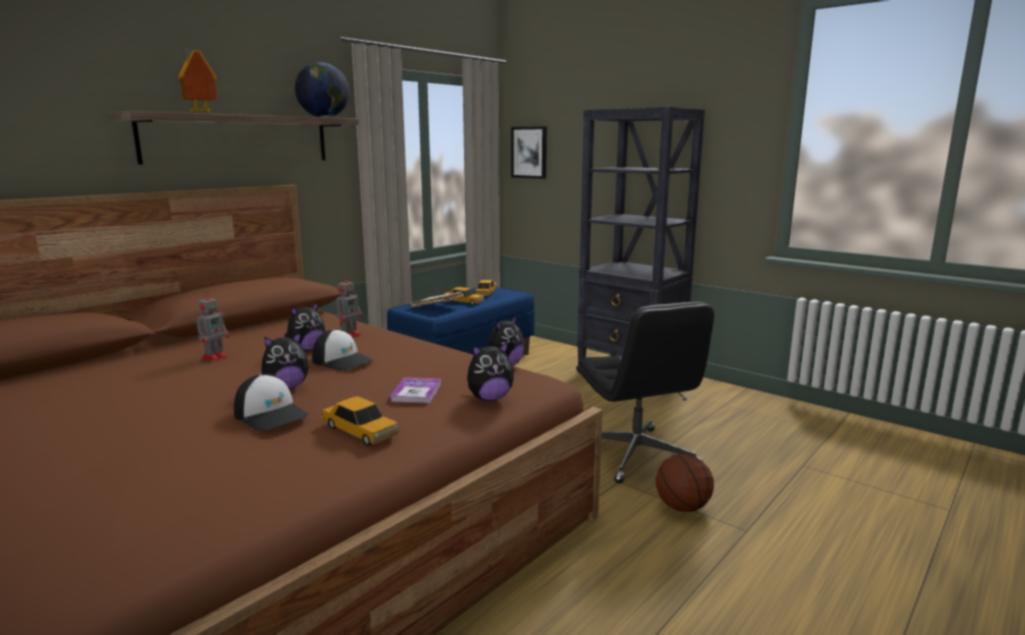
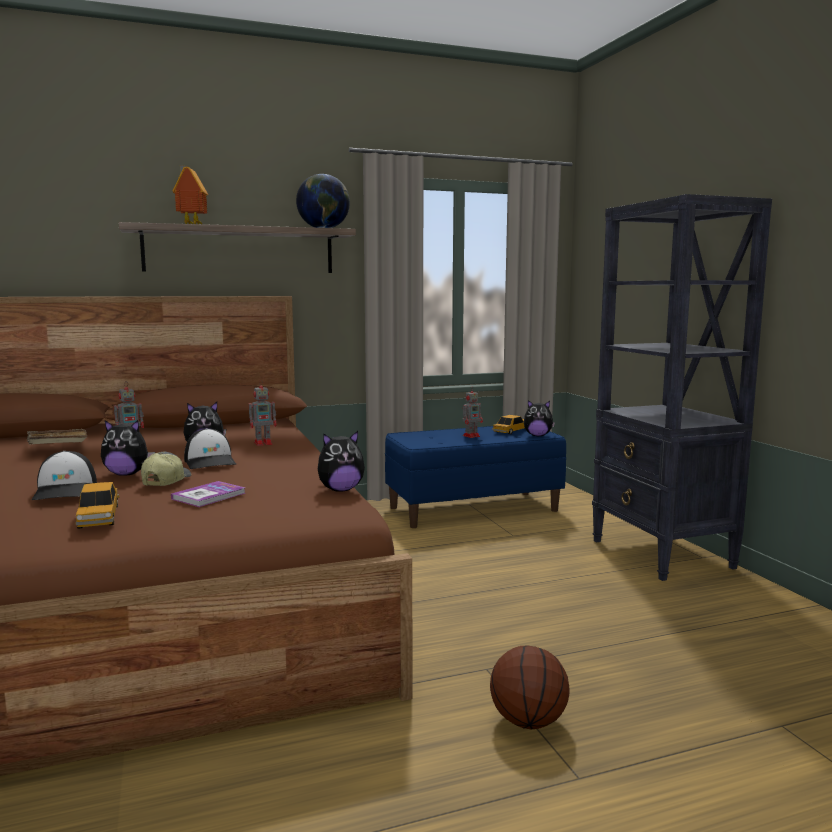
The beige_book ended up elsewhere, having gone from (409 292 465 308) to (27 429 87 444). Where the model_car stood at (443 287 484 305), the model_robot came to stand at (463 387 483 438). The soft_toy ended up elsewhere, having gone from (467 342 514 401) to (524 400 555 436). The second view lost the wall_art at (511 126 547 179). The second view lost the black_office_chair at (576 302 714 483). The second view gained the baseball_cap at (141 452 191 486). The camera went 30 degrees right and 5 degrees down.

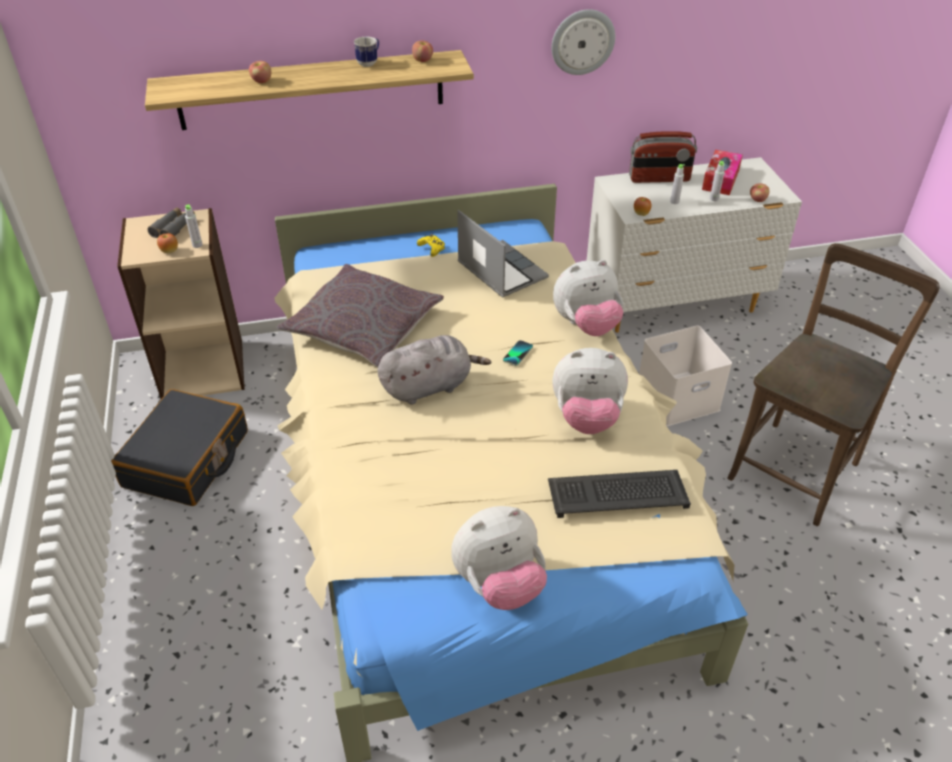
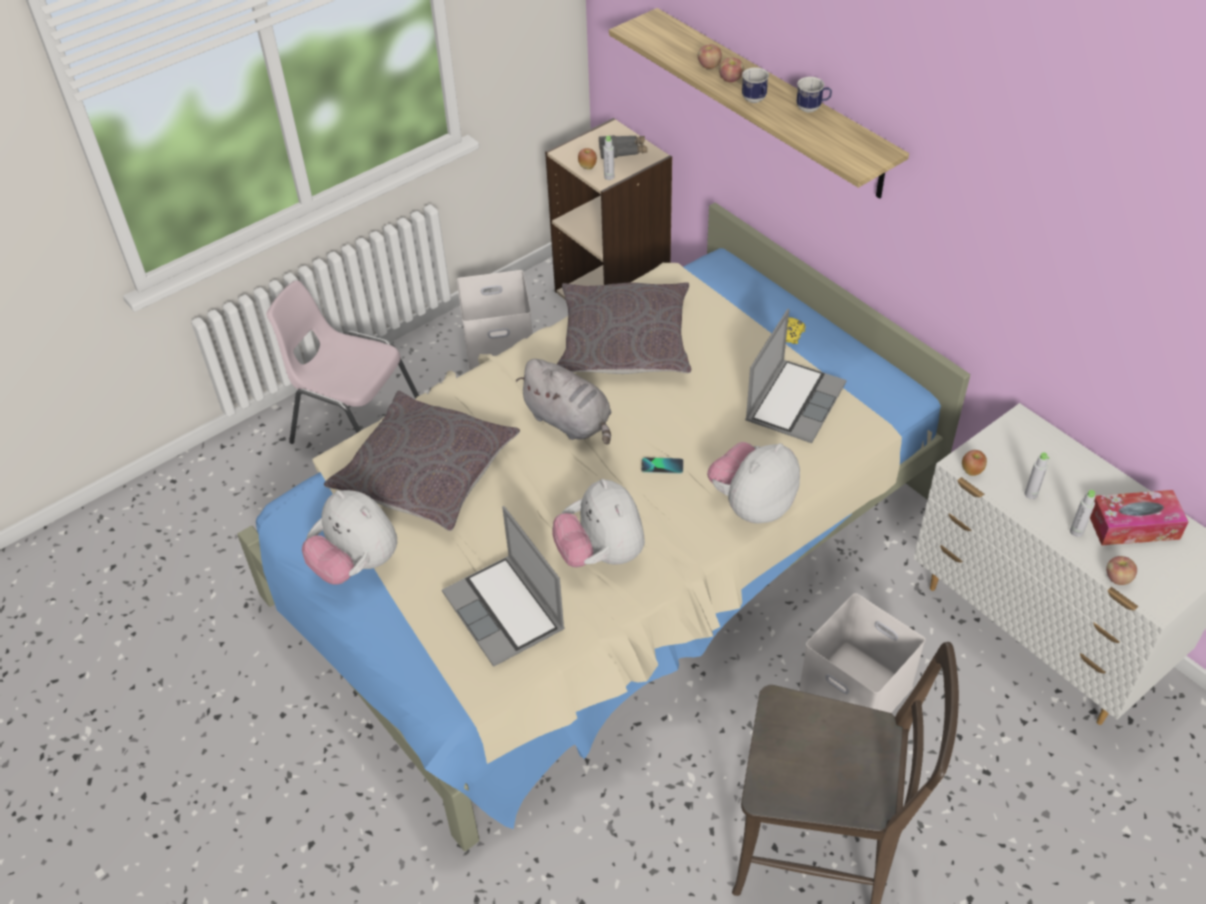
Where the black_travel_case stood at (111 389 248 506), the white-coloured_storage_bin came to stand at (457 270 533 371). The apple_fruit ended up elsewhere, having gone from (412 40 433 62) to (719 57 744 82). Where the computer_keyboard stood at (548 470 691 518), the notebook_computer came to stand at (442 506 565 667). The second view lost the wall_clock at (551 9 615 75). The soft_toy at (553 260 624 336) ended up facing another way, 90 degrees clockwise from before. The second view lost the radio_set at (629 131 697 183). The second view gained the pink-coloured_upright_chair at (267 280 419 444). The second view gained the gray_throw_pillow at (324 391 520 531). The second view gained the mug at (742 68 769 103). The camera went 65 degrees right and 5 degrees up.

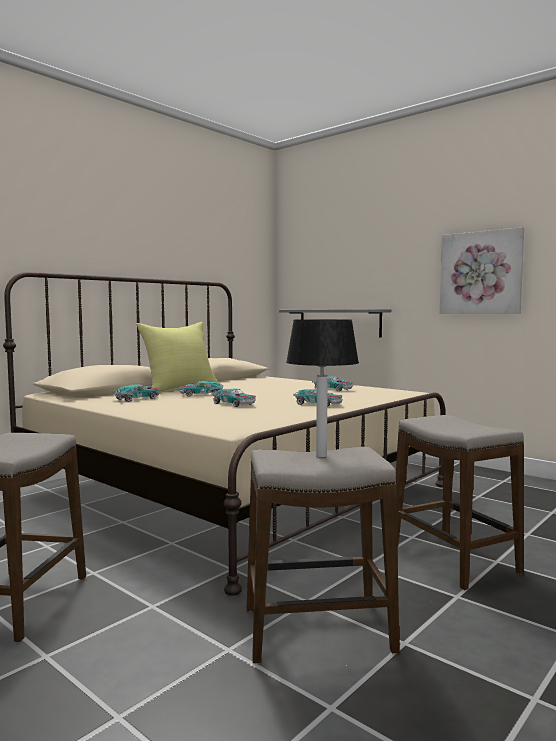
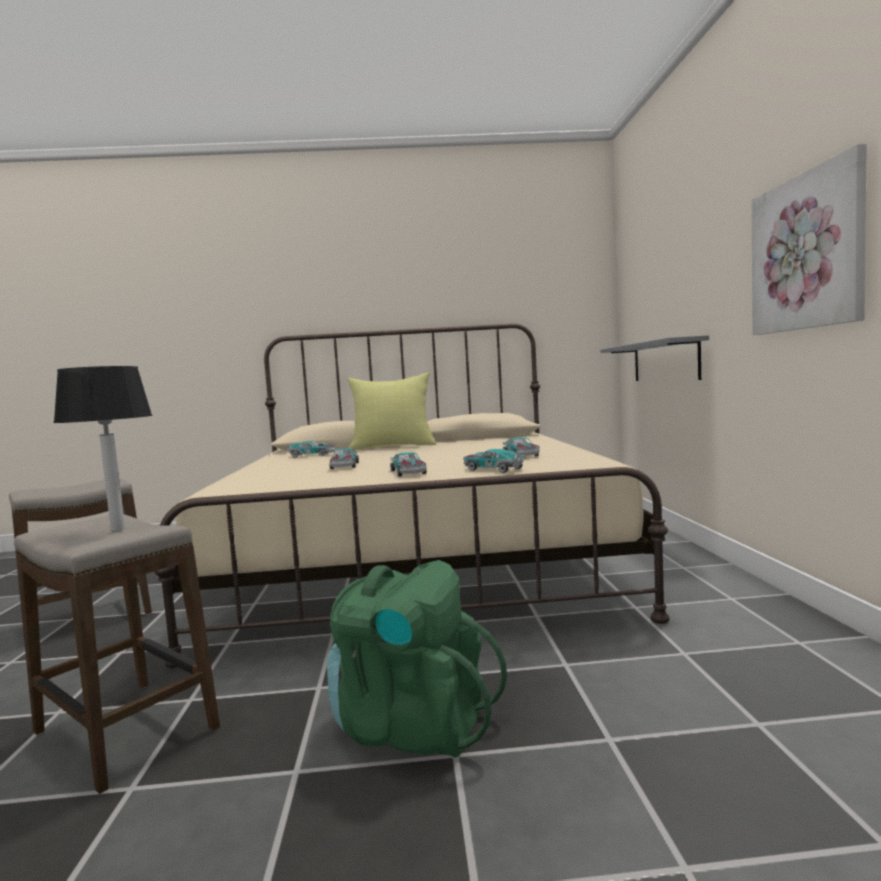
The model_car ended up elsewhere, having gone from (179 381 224 397) to (463 449 526 473). Where the stool_seat stood at (396 415 524 590), the greenish_rucksack came to stand at (327 560 507 758). The camera went 45 degrees right and 0 degrees up.

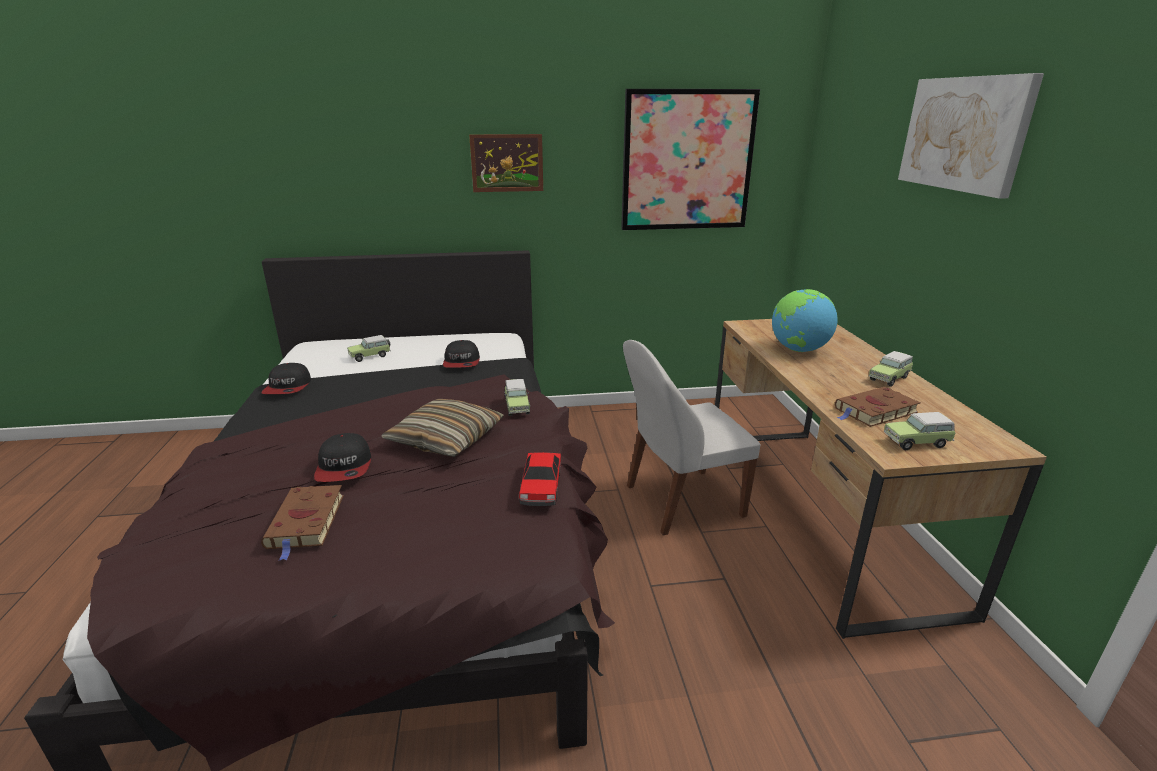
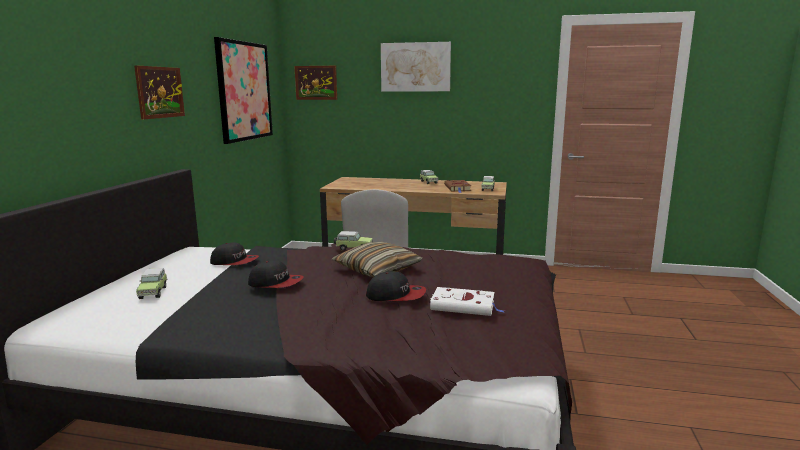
The baseball_cap ended up elsewhere, having gone from (261 363 311 394) to (248 260 304 288). What was the brownish_book at (261 485 344 560) turned into the white-coloured_book at (430 287 505 316). The second view lost the model_car at (519 452 561 506). The second view lost the world_globe at (772 289 837 352). The second view gained the wall_art at (294 66 337 100). The camera went 70 degrees left and 10 degrees down.

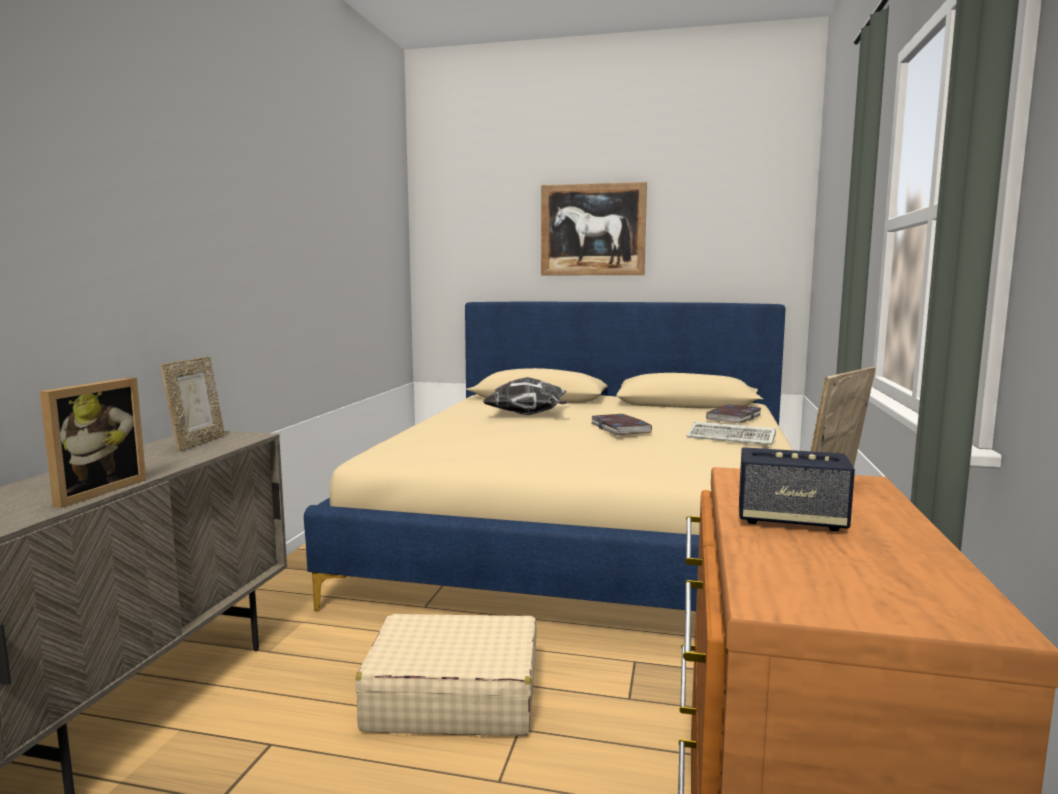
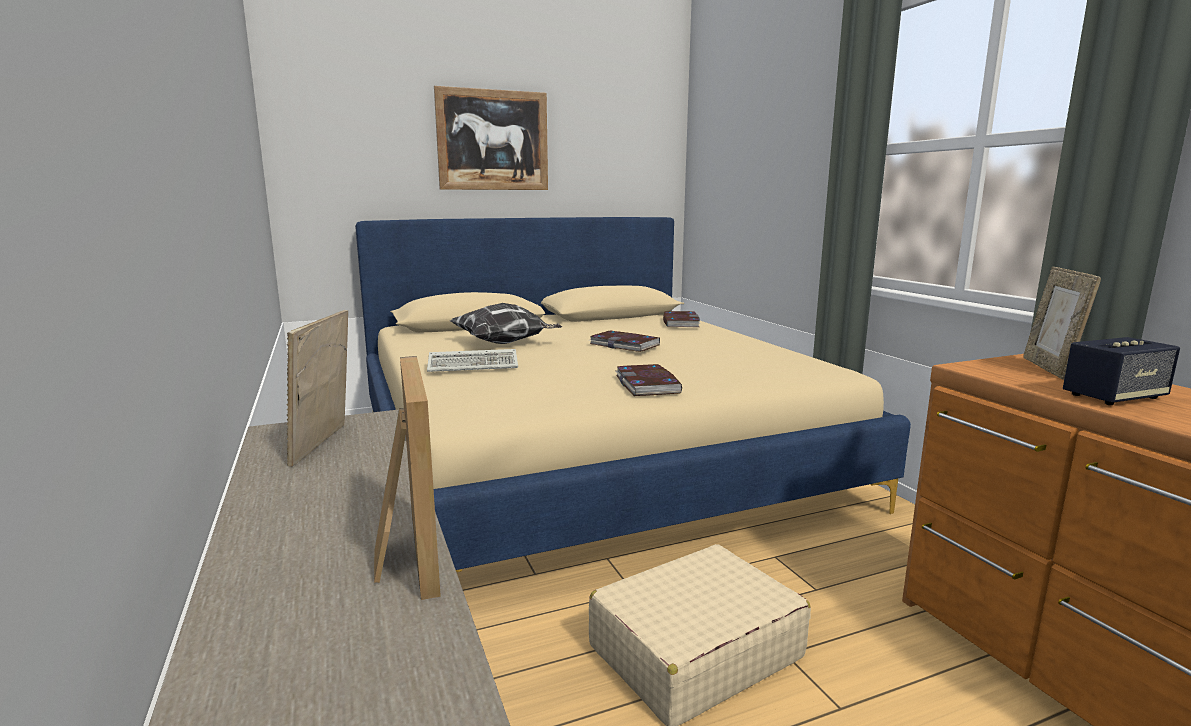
The picture_frame at (160 356 225 452) ended up facing another way, 150 degrees counterclockwise from before. The computer_keyboard ended up elsewhere, having gone from (687 422 776 445) to (427 349 518 372). The second view gained the book at (615 364 682 396). The camera went 35 degrees left and 5 degrees up.

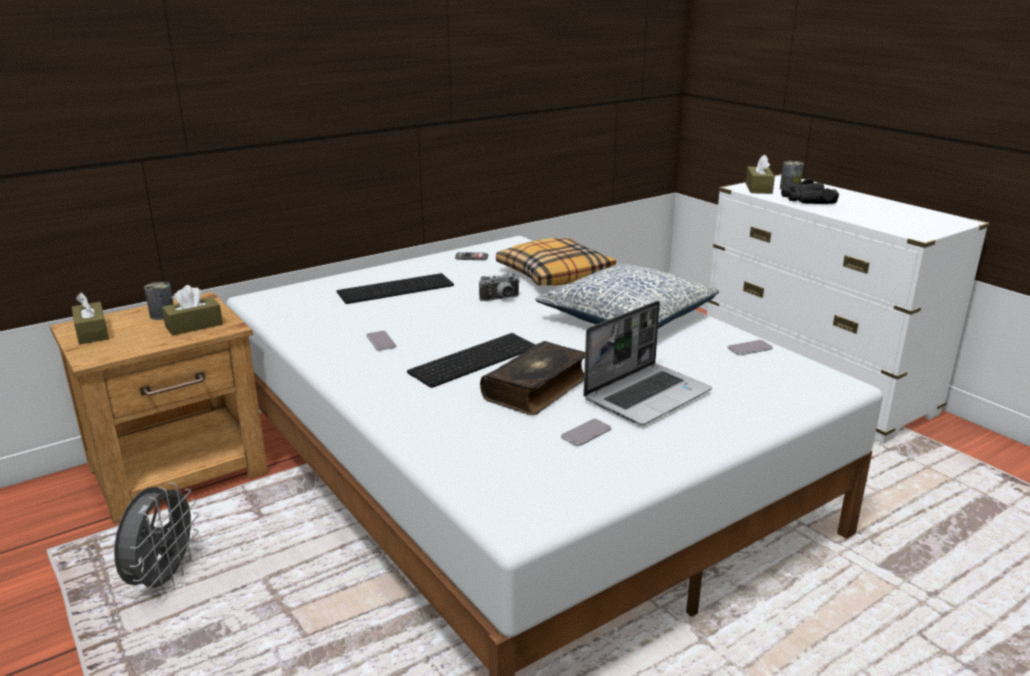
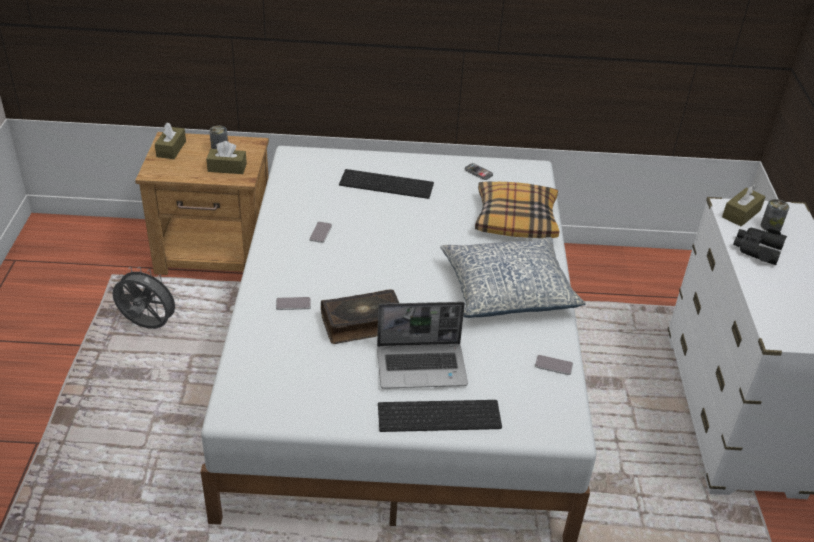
The gray_fan at (114 483 199 594) ended up facing another way, 120 degrees counterclockwise from before. The computer_keyboard ended up elsewhere, having gone from (407 333 535 388) to (378 400 502 432). The second view lost the photo_camera at (479 273 519 301). The telephone ended up elsewhere, having gone from (561 419 611 446) to (276 297 311 310). The camera went 35 degrees right and 15 degrees up.

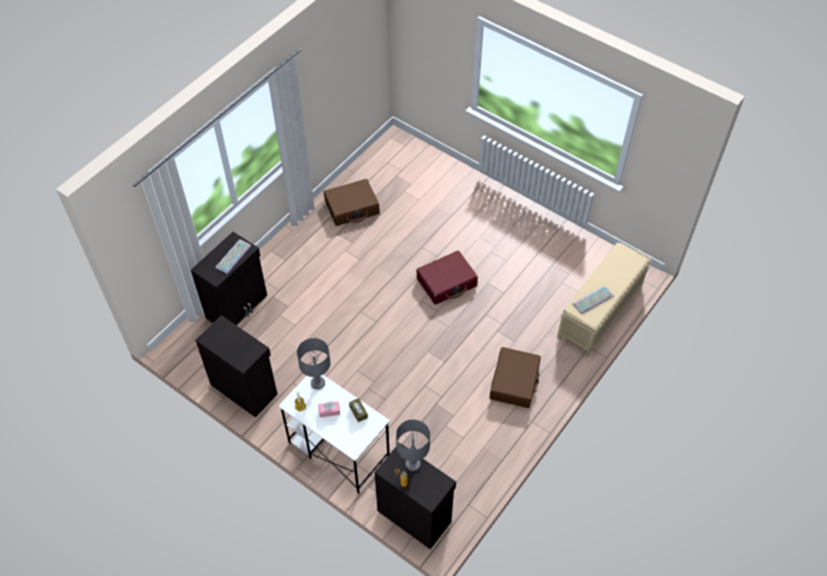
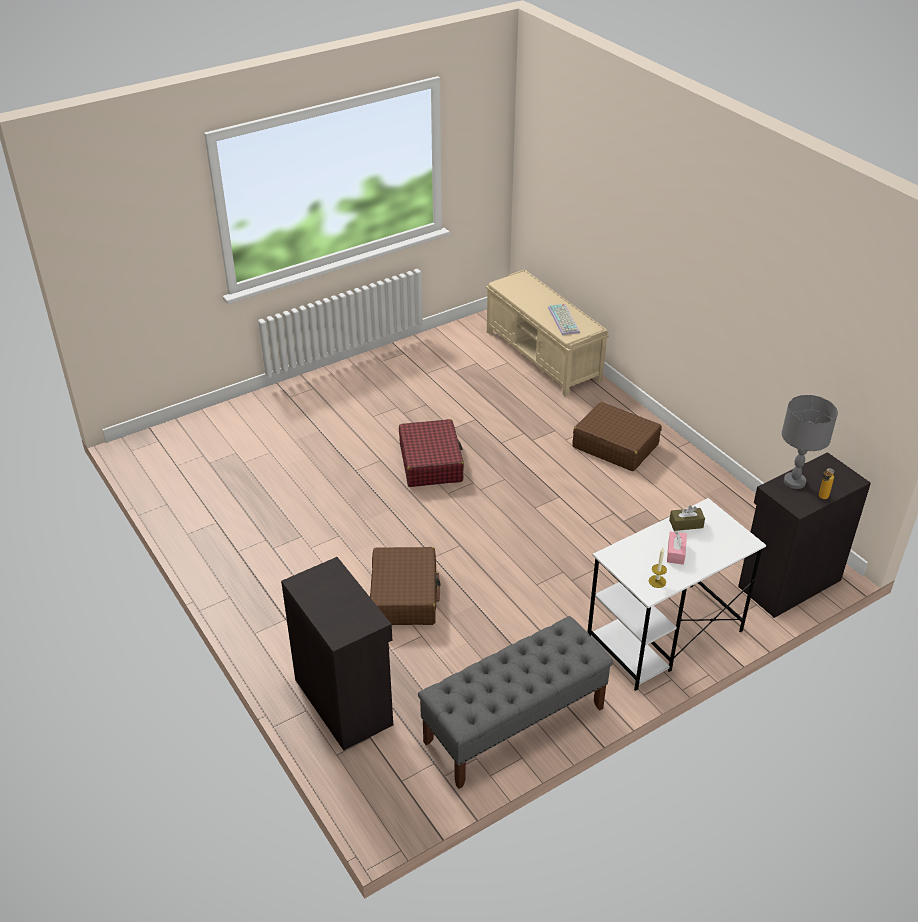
Where the black_storage_cabinet stood at (195 315 278 418), the gray_indoor_bench came to stand at (418 616 613 789). The second view lost the computer_keyboard at (215 239 251 274). The second view lost the gray_tabletop_lamp at (297 338 331 390). The brownish_travel_case ended up elsewhere, having gone from (324 179 380 226) to (370 547 441 625). The camera went 70 degrees left and 15 degrees down.

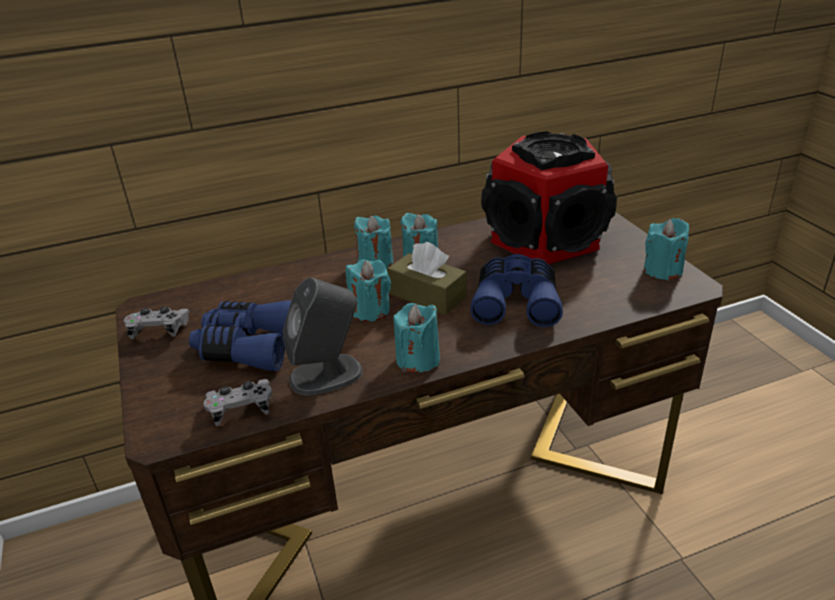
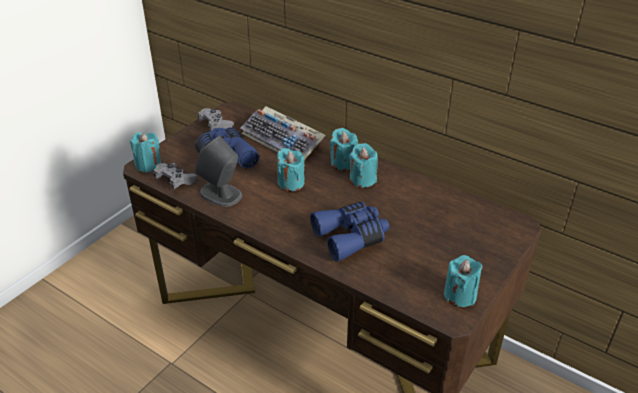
The second view lost the brownish_box_of_tissues at (387 242 467 315). The turquoise_wax_light ended up elsewhere, having gone from (394 303 440 373) to (130 132 161 173). The second view lost the audio_speaker at (481 131 617 264). The second view gained the computer_keyboard at (241 106 326 160). The camera went 55 degrees right and 5 degrees up.

